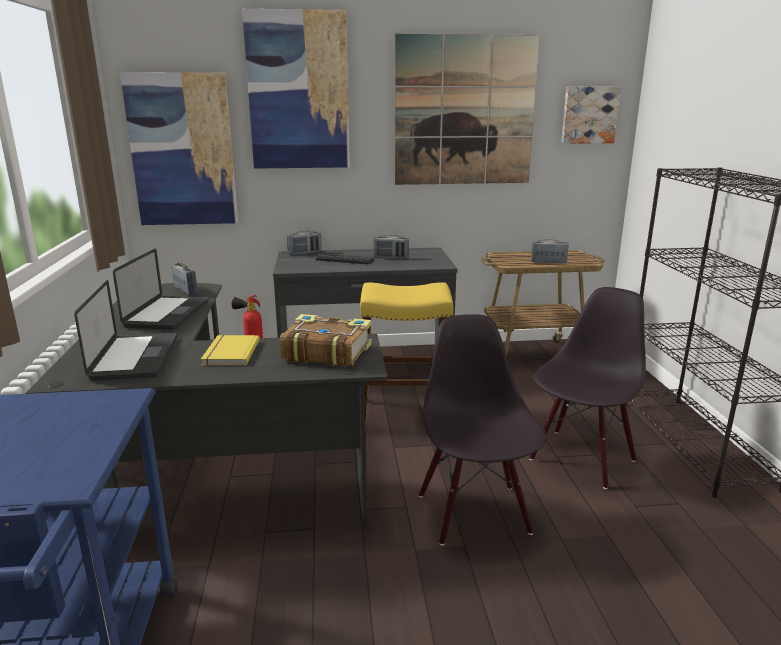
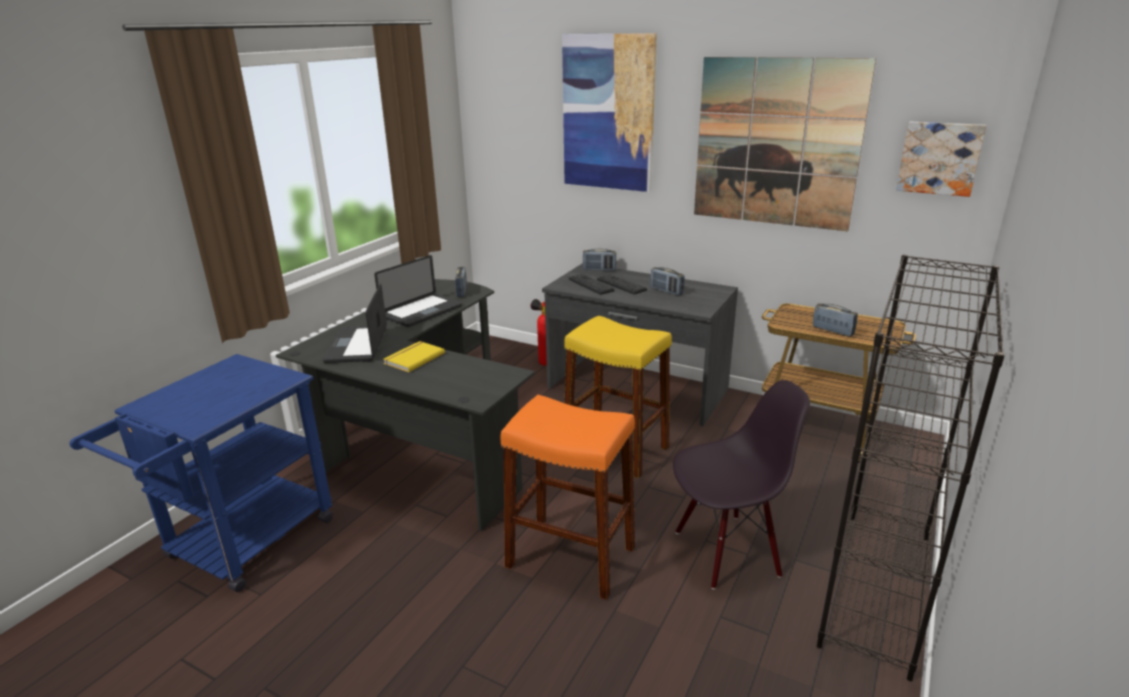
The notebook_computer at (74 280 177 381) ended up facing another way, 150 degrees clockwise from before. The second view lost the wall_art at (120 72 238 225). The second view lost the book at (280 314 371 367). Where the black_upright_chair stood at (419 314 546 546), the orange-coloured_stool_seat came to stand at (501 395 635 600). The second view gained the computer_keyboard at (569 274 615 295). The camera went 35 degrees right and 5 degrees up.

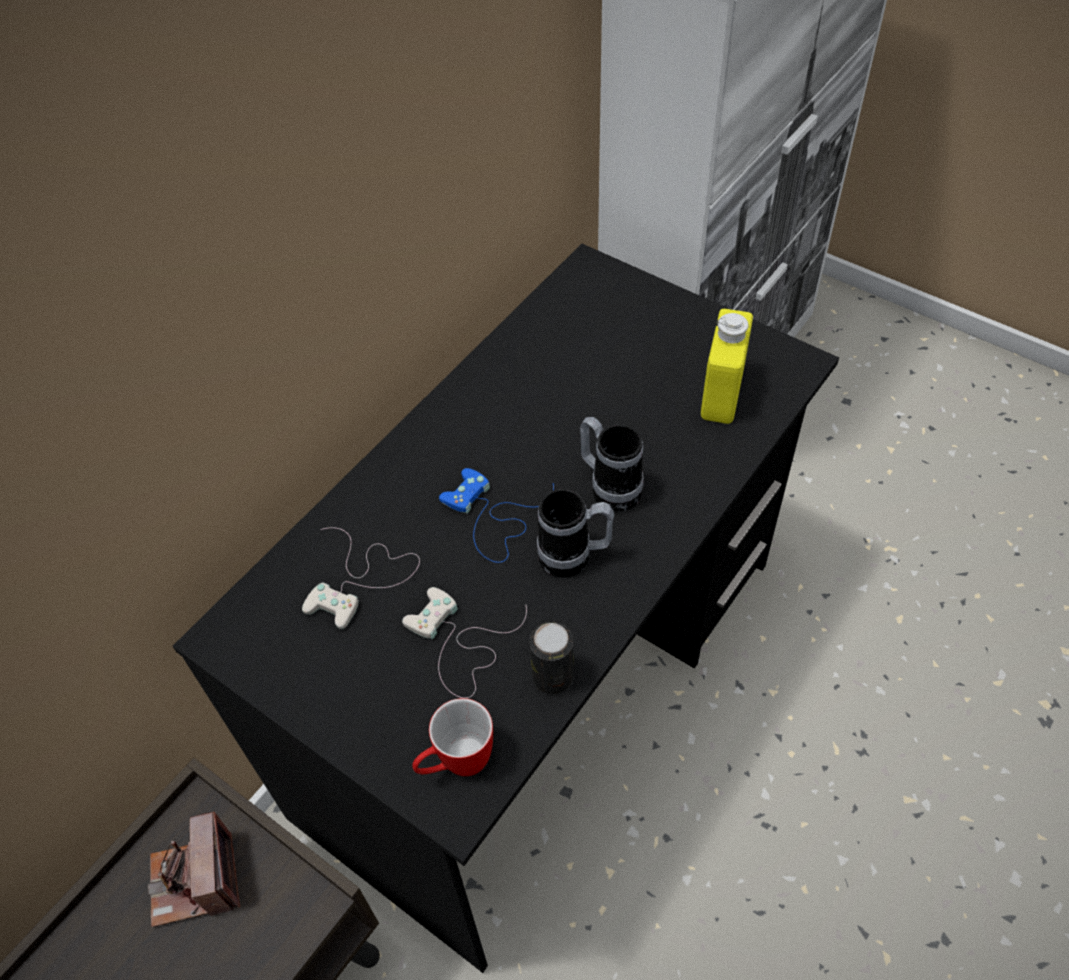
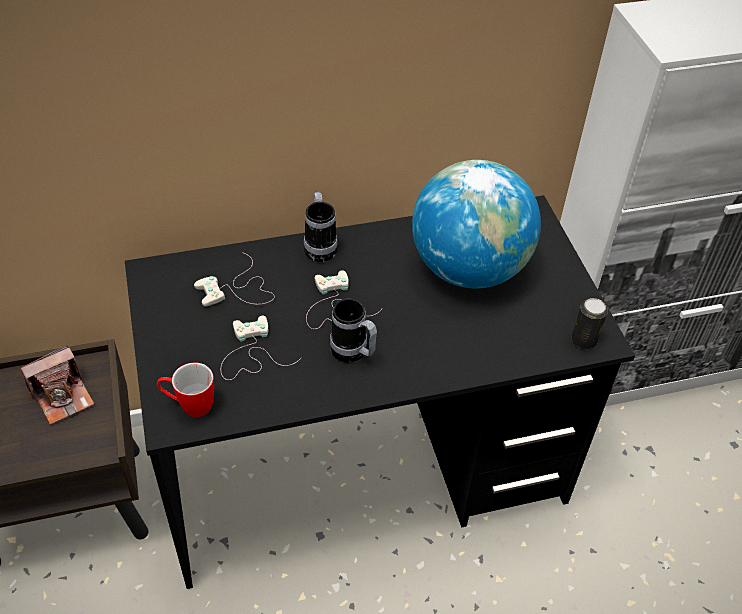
The photo_camera at (148 812 240 927) ended up facing another way, 150 degrees counterclockwise from before. What was the blue-coloured_gamepad at (439 468 554 563) turned into the white-coloured_gamepad at (306 270 382 329). The sealed_can ended up elsewhere, having gone from (529 622 574 695) to (572 298 608 349). The mug ended up elsewhere, having gone from (580 417 644 512) to (304 192 337 262). The second view lost the yellow-coloured_bottle at (701 309 753 424). The second view gained the world_globe at (412 160 541 289). The camera went 35 degrees right and 5 degrees down.

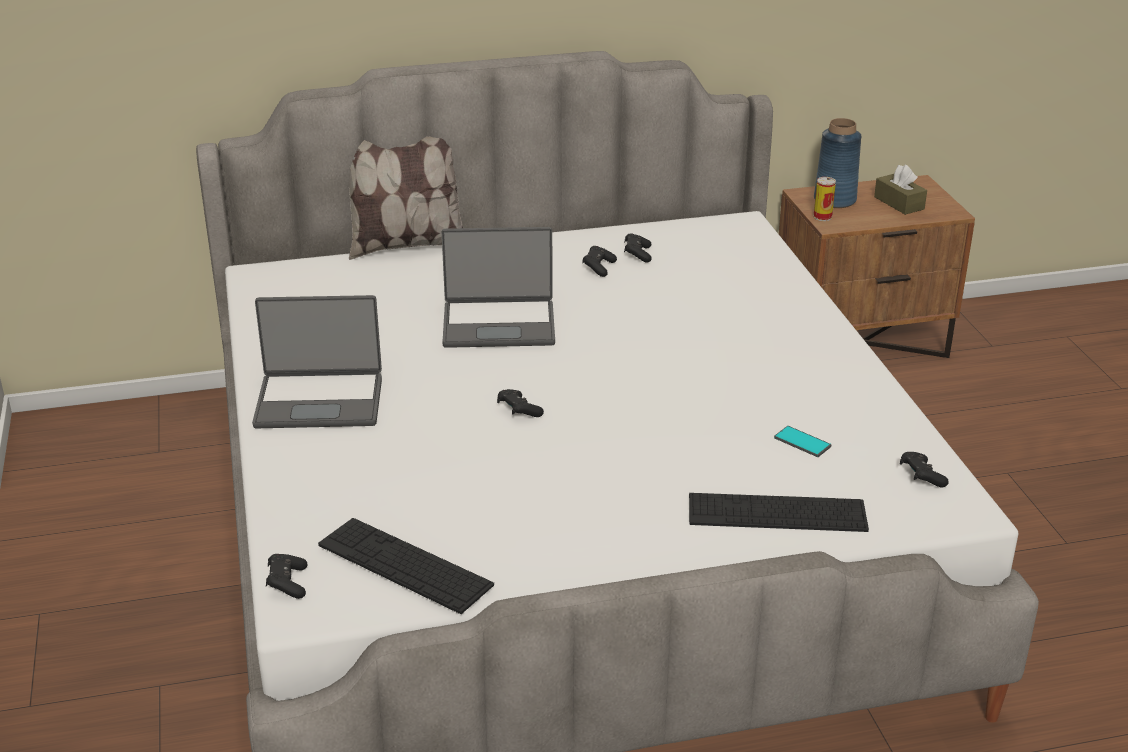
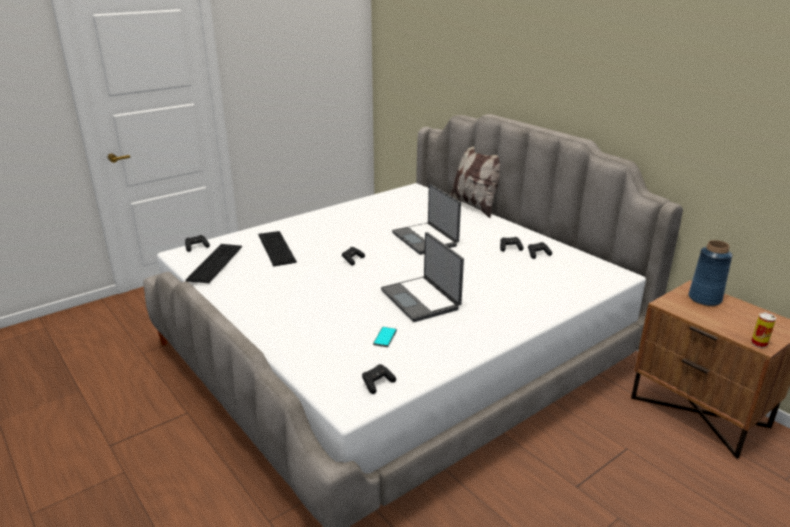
The notebook_computer ended up elsewhere, having gone from (252 295 382 428) to (381 232 464 322). The computer_keyboard ended up elsewhere, having gone from (689 493 869 532) to (258 231 297 266). The sealed_can ended up elsewhere, having gone from (813 177 836 221) to (751 312 776 348). The second view lost the brownish_box_of_tissues at (874 165 927 215). The camera went 65 degrees right and 5 degrees down.

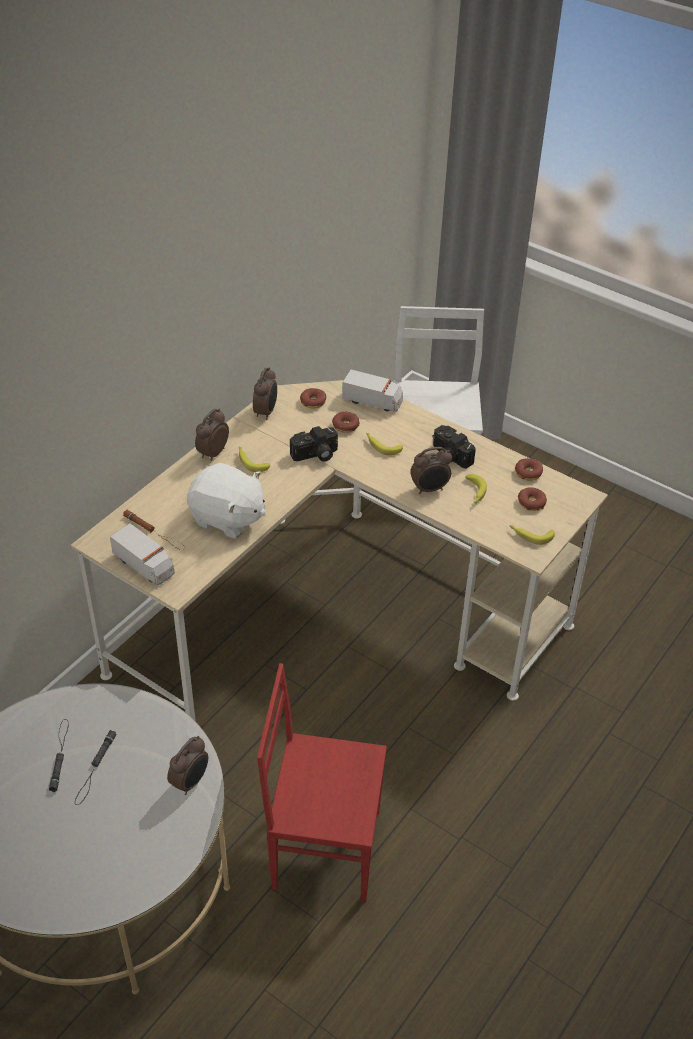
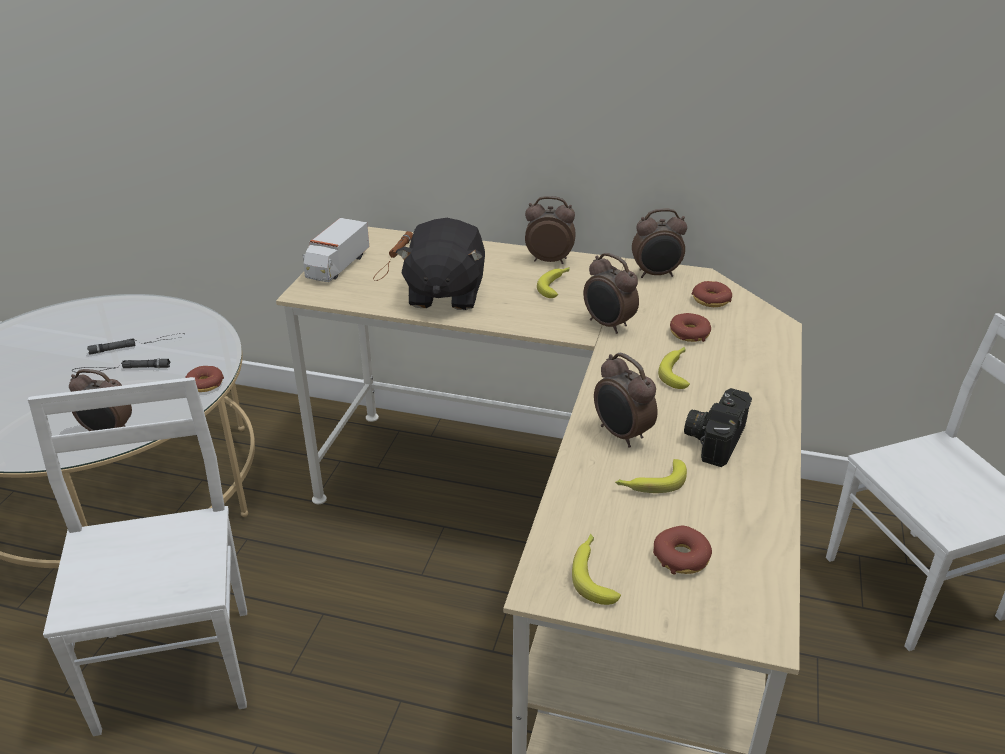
What was the white-coloured_soft_toy at (187 463 266 539) turned into the black_soft_toy at (396 218 485 310). What was the red_upright_chair at (257 663 387 903) turned into the white-coloured_upright_chair at (28 377 247 736). Where the photo_camera stood at (290 426 338 462), the alarm_clock came to stand at (583 253 639 334). The second view lost the toy_lorry at (342 369 403 412). The doughnut ended up elsewhere, having gone from (515 458 543 480) to (185 366 224 392). The camera went 70 degrees right and 10 degrees down.

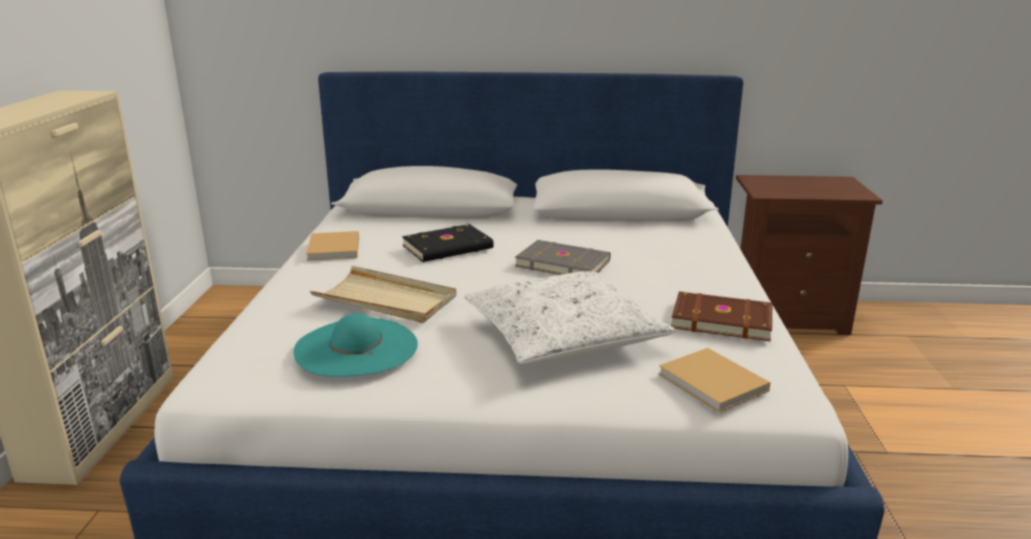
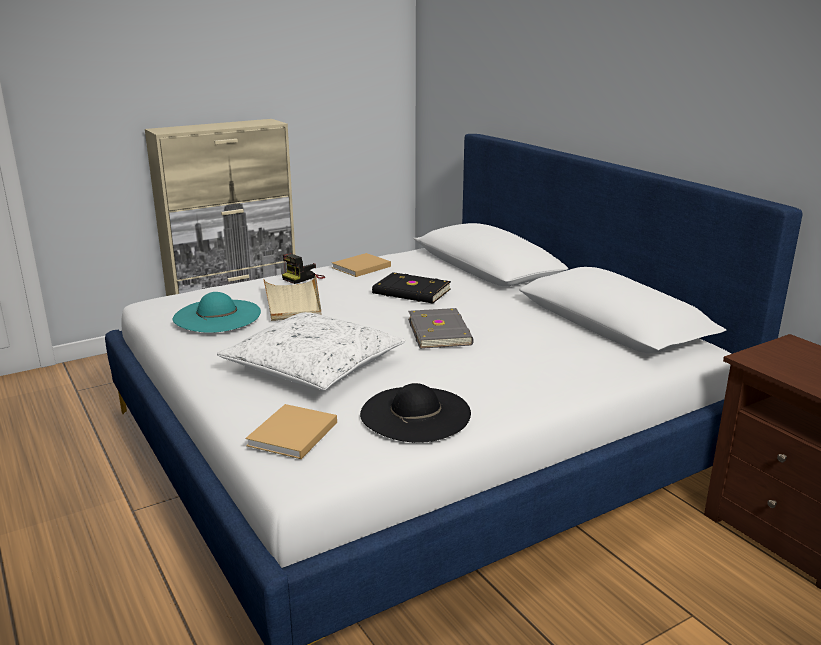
Where the brownish_book stood at (671 291 772 342), the black_hat came to stand at (360 383 471 443). The second view gained the photo_camera at (282 253 325 284). The camera went 55 degrees right and 0 degrees up.

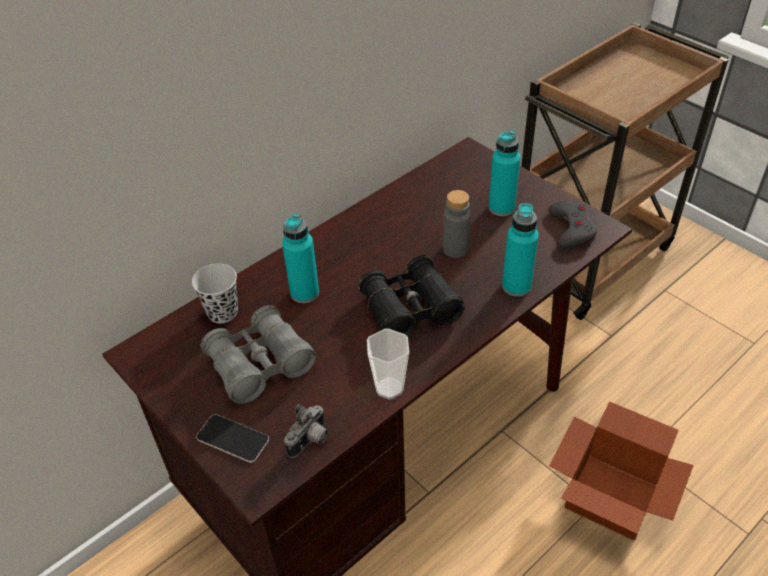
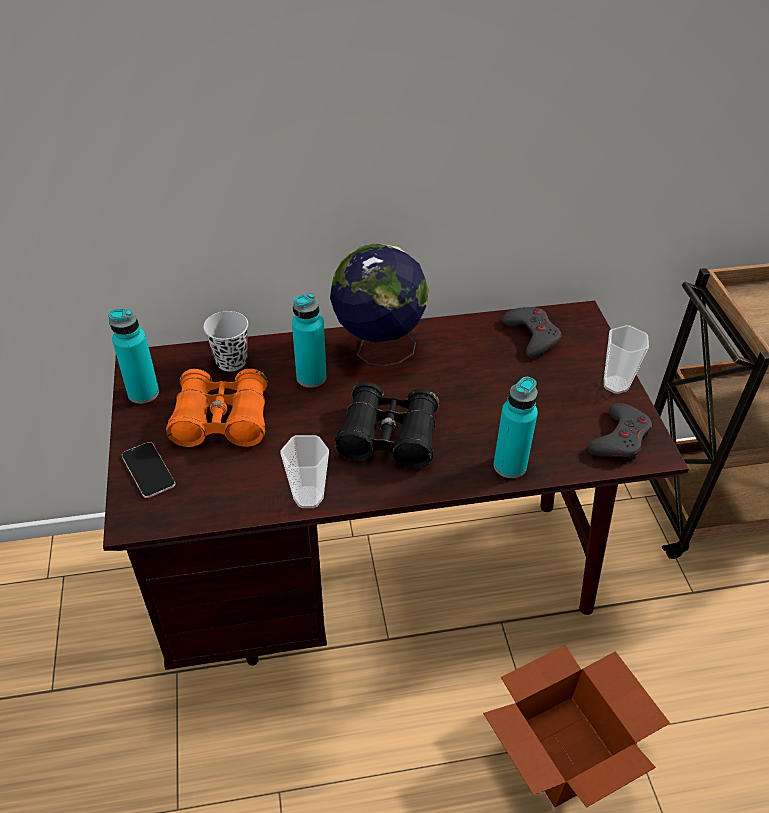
What was the gray_field_glasses at (201 305 316 404) turned into the orange-coloured_field_glasses at (166 369 268 447). The second view lost the photo_camera at (284 404 328 458). The second view lost the gray_bottle at (443 190 471 258). The turquoise_bottle ended up elsewhere, having gone from (489 130 521 216) to (108 309 159 404). The second view gained the world_globe at (330 244 429 367). The second view gained the gray_gamepad at (502 307 562 358). The second view gained the drinking_cup at (604 325 649 394). The camera went 30 degrees right and 0 degrees up.

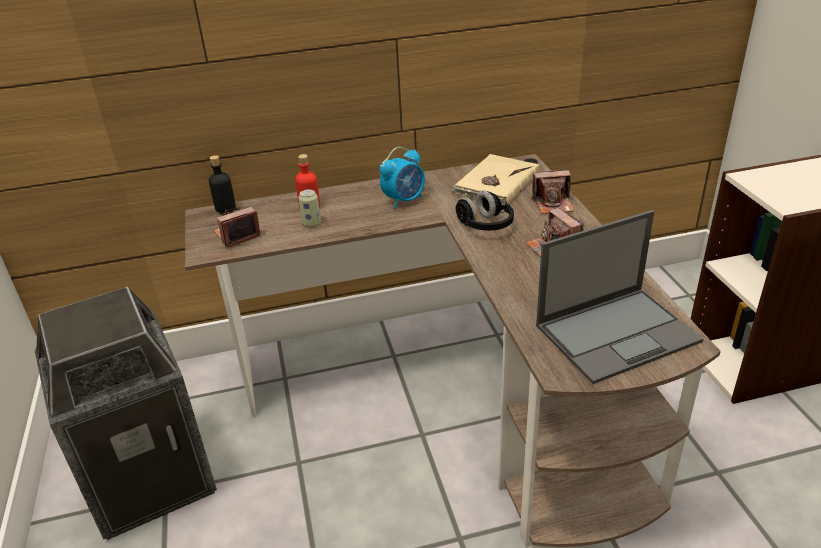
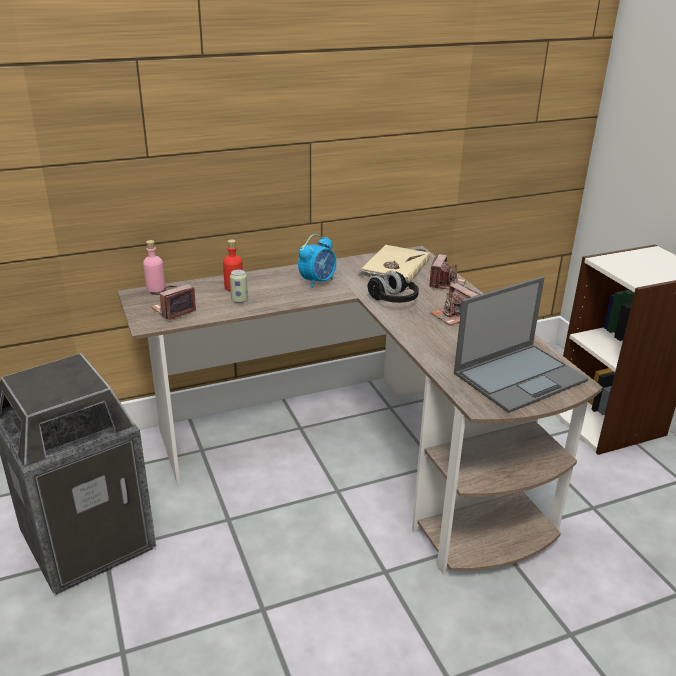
What was the black_bottle at (209 155 236 213) turned into the pink-coloured_bottle at (143 240 166 293). The photo_camera at (531 169 574 214) ended up facing another way, 60 degrees counterclockwise from before. The camera went 10 degrees left and 5 degrees down.

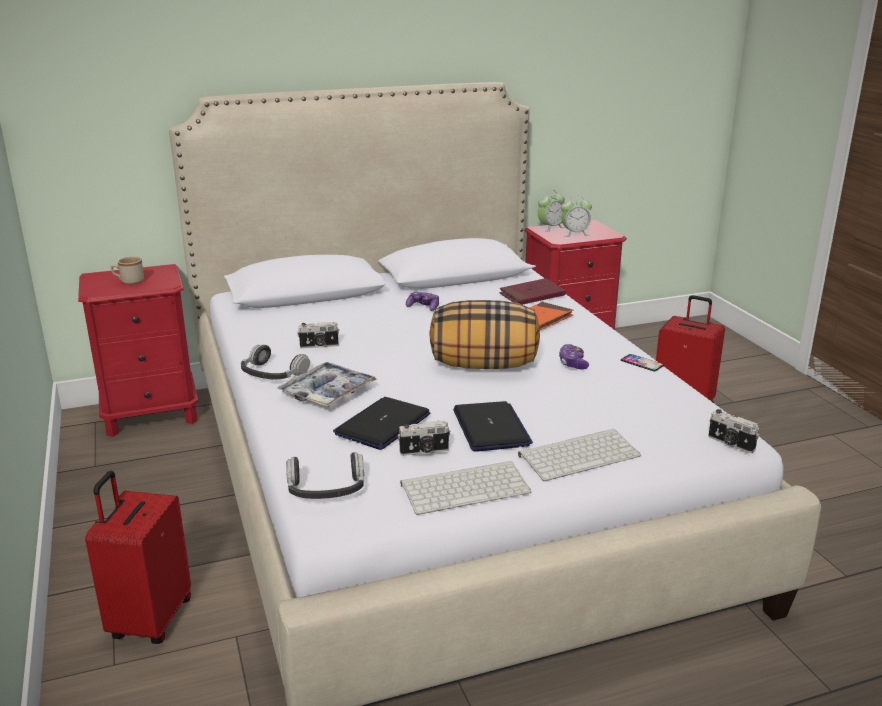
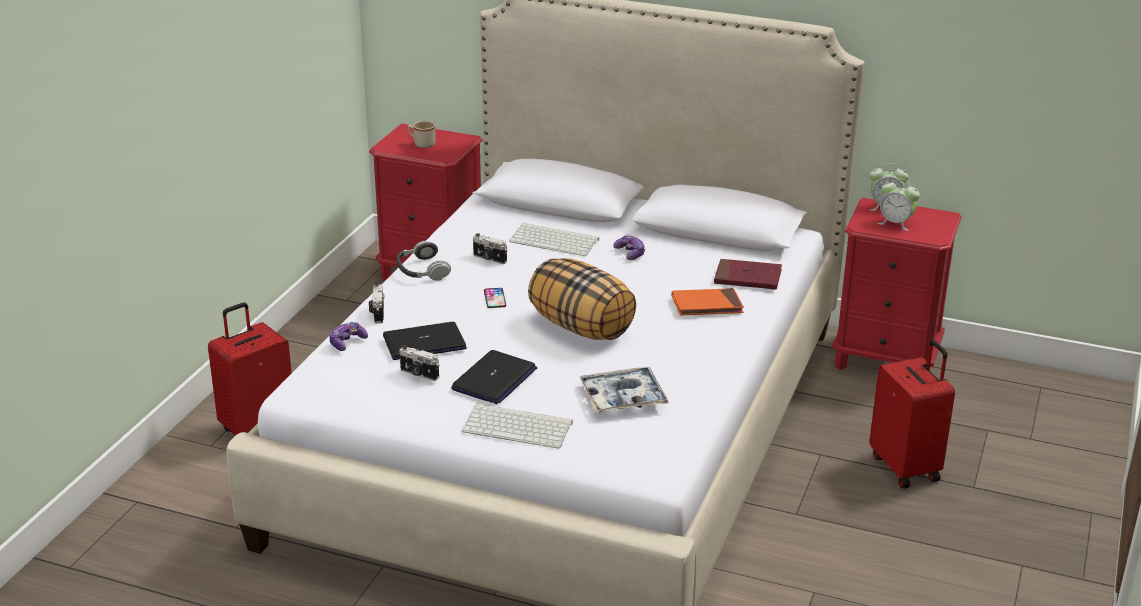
The serving_tray ended up elsewhere, having gone from (277 362 377 407) to (580 367 669 412). The second view lost the headset at (286 452 364 499). The computer_keyboard ended up elsewhere, having gone from (400 461 531 515) to (509 223 599 256). The gamepad ended up elsewhere, having gone from (559 344 589 370) to (329 322 368 351). The telephone ended up elsewhere, having gone from (621 354 664 371) to (484 288 506 308). The photo_camera ended up elsewhere, having gone from (708 409 759 453) to (369 283 384 323). The camera went 40 degrees right and 5 degrees up.

